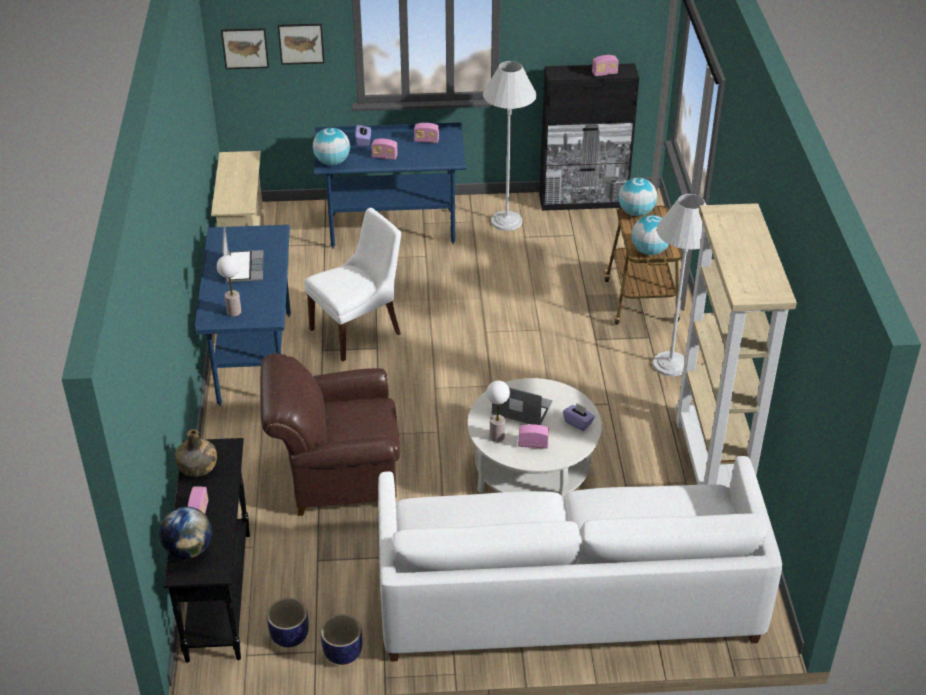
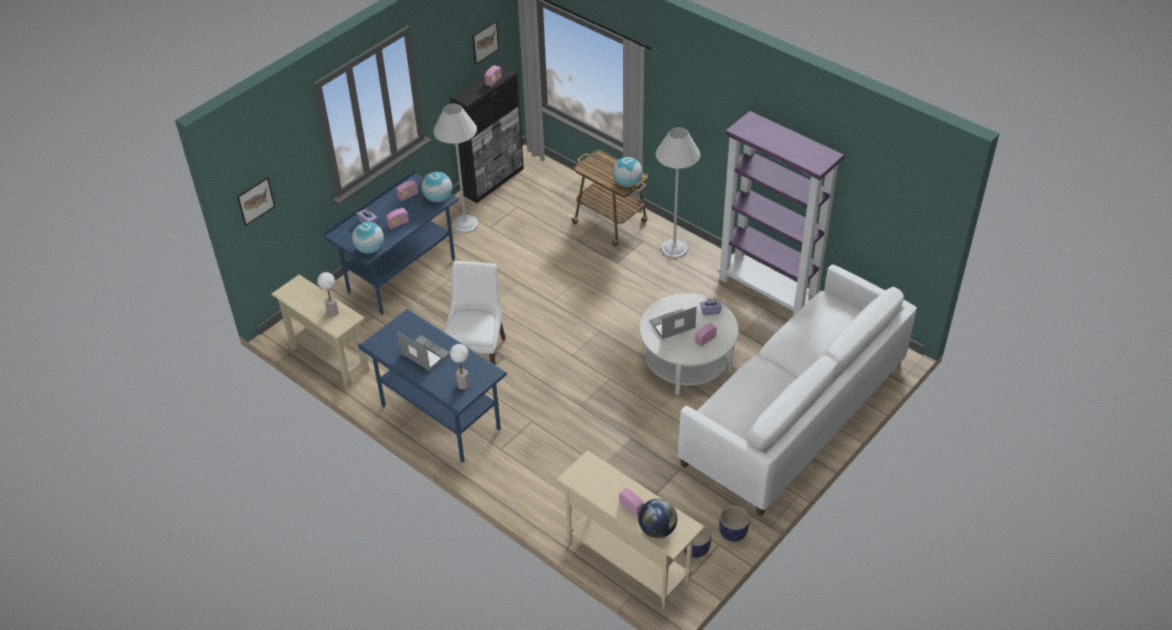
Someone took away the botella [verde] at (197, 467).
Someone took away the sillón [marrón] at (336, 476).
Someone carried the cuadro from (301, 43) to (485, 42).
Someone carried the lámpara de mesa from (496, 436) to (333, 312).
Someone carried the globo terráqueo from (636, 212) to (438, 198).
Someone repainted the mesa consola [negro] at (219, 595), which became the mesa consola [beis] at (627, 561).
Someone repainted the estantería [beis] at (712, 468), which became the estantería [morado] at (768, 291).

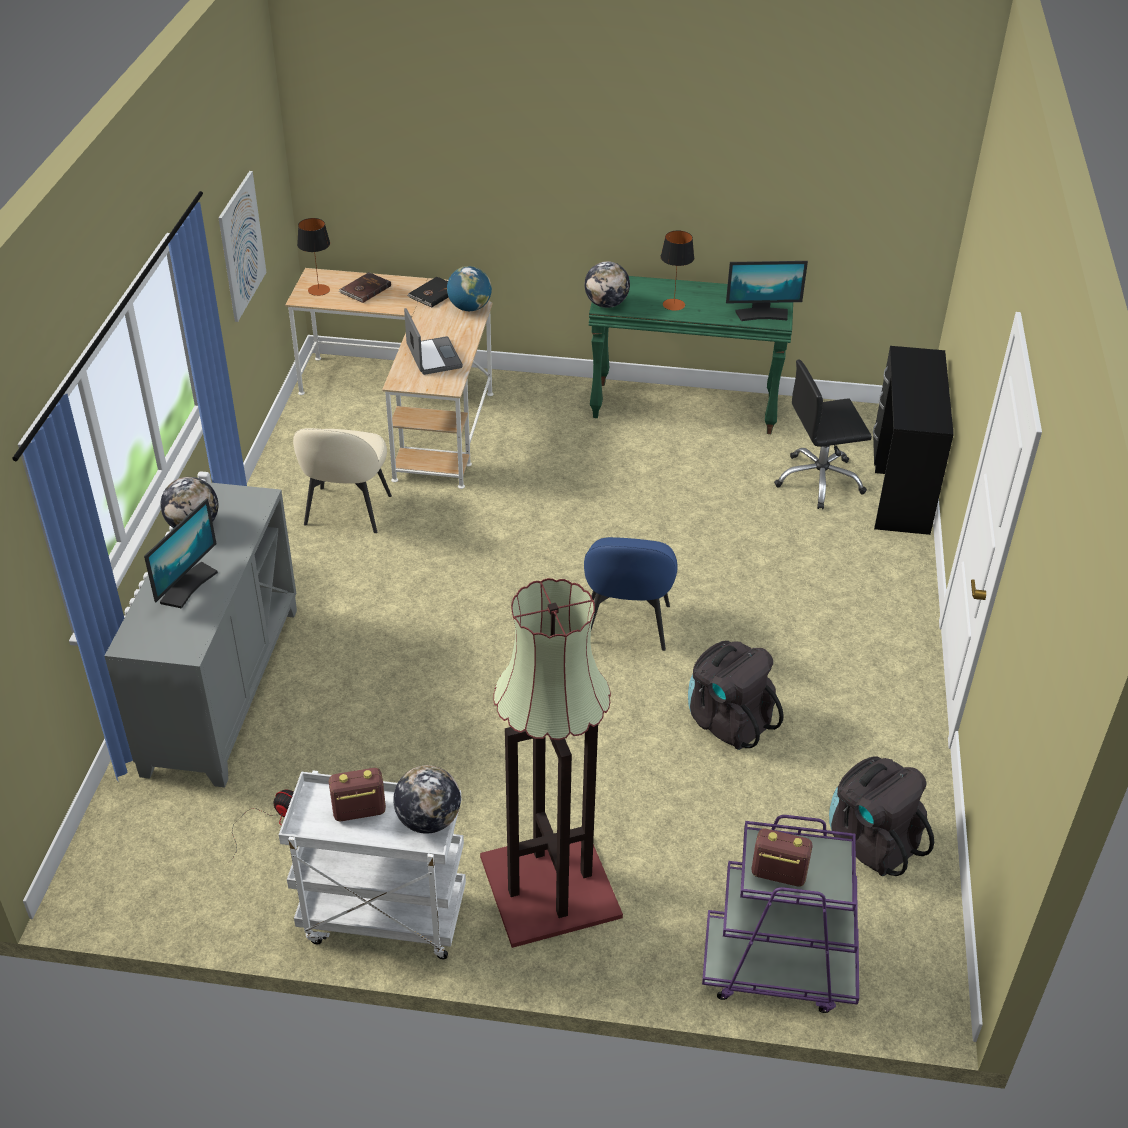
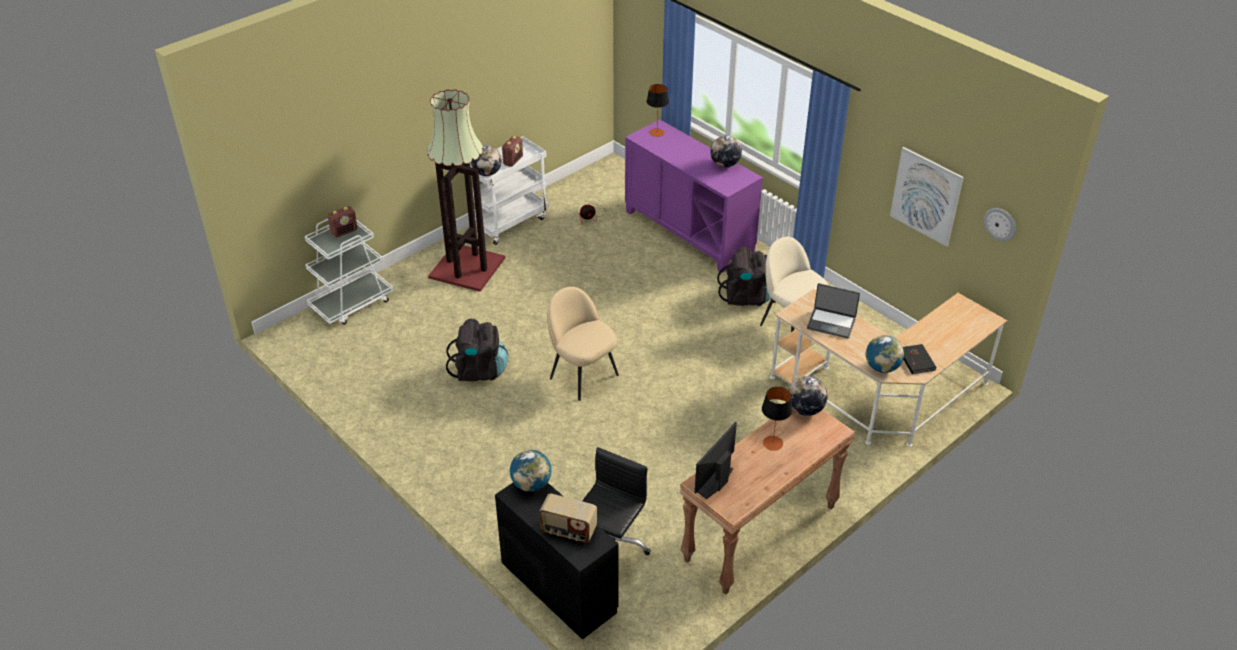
Someone took away the monitor at (187, 585).
Someone took away the libro [marrón] at (365, 289).
Someone put down the globo terráqueo at (531, 484).
Someone put down the radio at (568, 531).
Someone put up the reloj de pared at (1000, 224).
Someone carried the lámpara de mesa from (318, 290) to (657, 132).
Someone carried the mochila [negro] from (871, 841) to (746, 297).
Someone repainted the armario [gris] at (221, 688), which became the armario [morado] at (689, 232).
Someone repainted the silla [azul] at (626, 626), which became the silla [beis] at (582, 375).
Someone repainted the mesa consola [verde] at (684, 407), which became the mesa consola [marrón] at (760, 534).
Someone repainted the carrito [morado] at (777, 969), which became the carrito [blanco] at (352, 303).

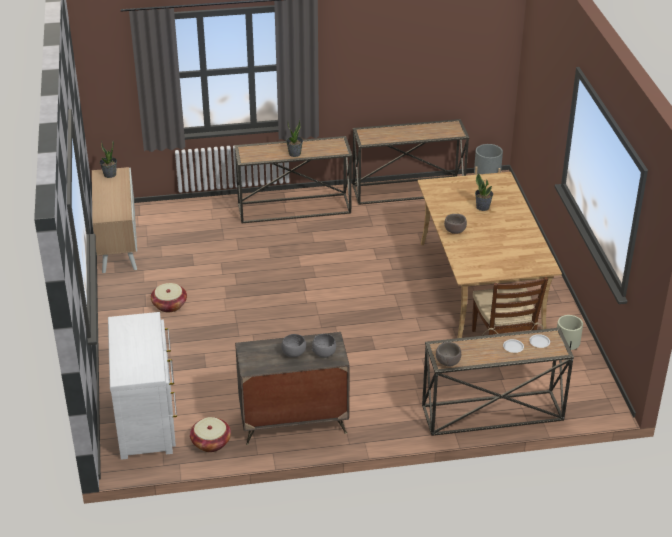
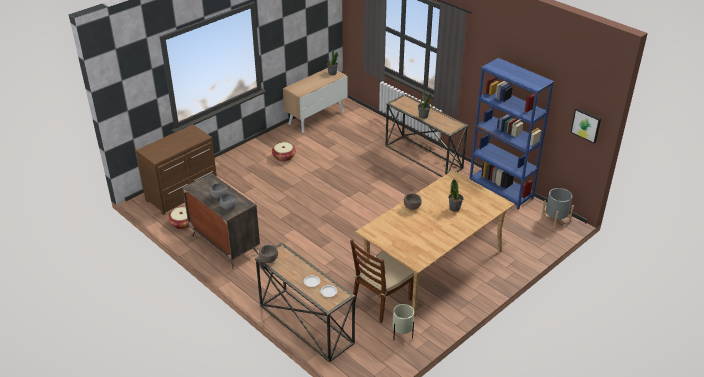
Someone put up the cuadro at (586, 125).
Someone swapped the mesa consola at (408, 190) for the estantería [azul] at (501, 190).
Someone repainted the cómoda [blanco] at (147, 419), which became the cómoda [marrón] at (183, 194).

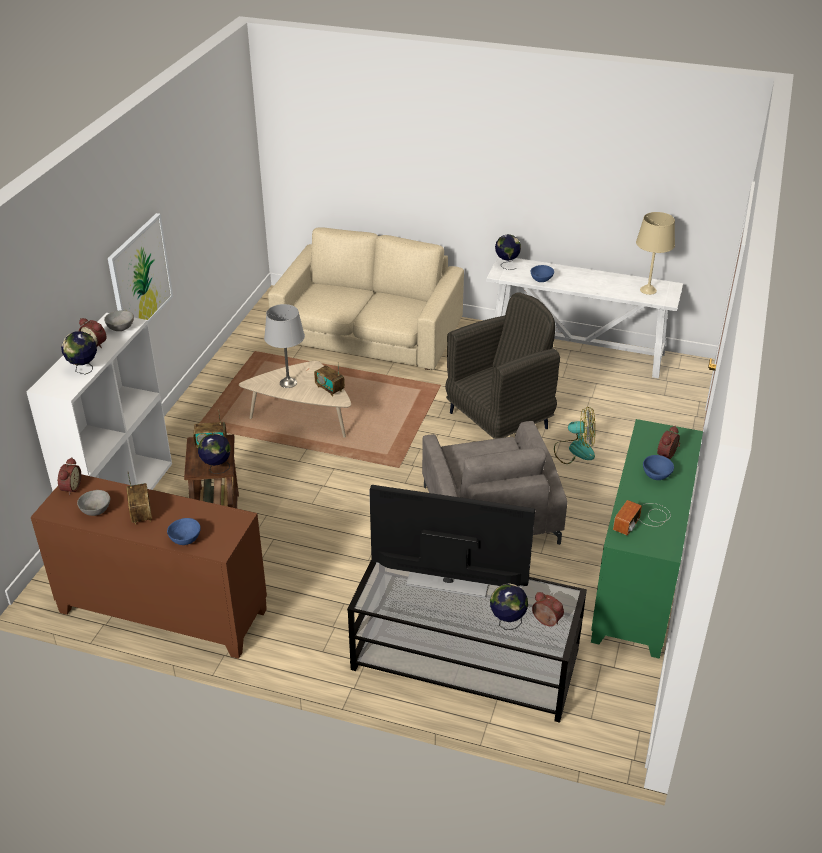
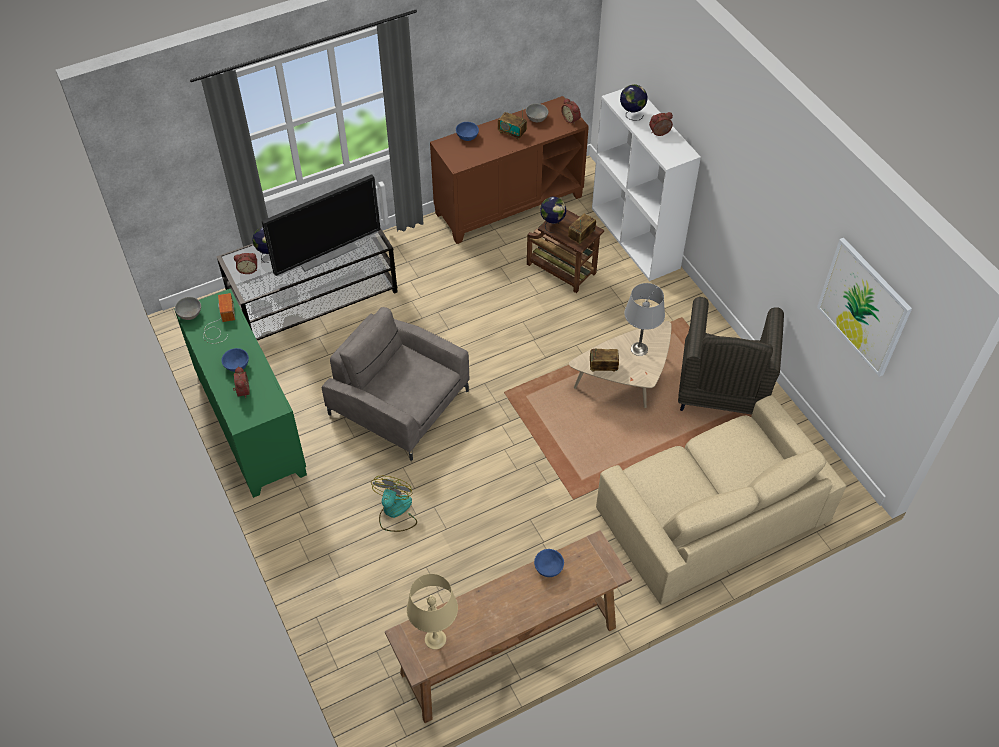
Someone took away the globo terráqueo at (506, 265).
Someone carried the cuenco [gris] from (120, 328) to (190, 314).
Someone carried the cuadro from (140, 278) to (863, 307).
Someone carried the sillón [gris] from (500, 420) to (721, 392).
Someone repainted the mesa consola [blanco] at (577, 351), which became the mesa consola [marrón] at (508, 651).
Someone rotated the ventilador at (574, 450) by 135 degrees clockwise.

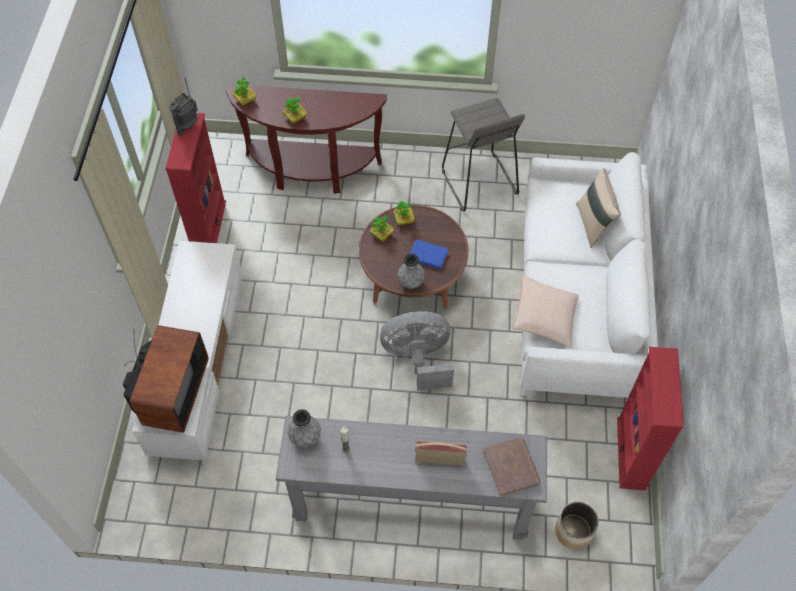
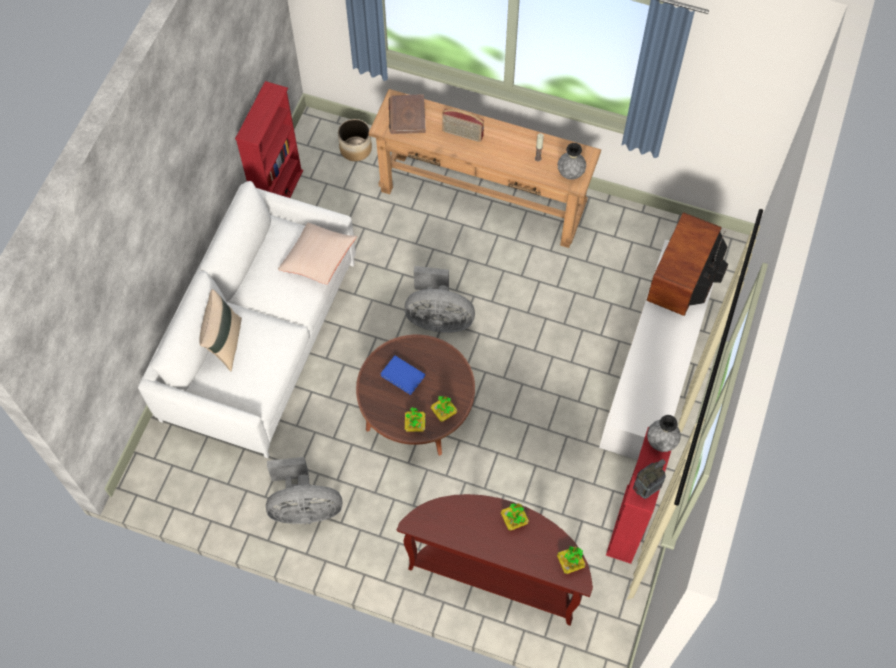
Someone carried the florero [gris] from (411, 283) to (661, 442).
Someone swapped the taburete [gris] at (478, 182) for the ventilador [gris] at (304, 508).
Someone repainted the mesa consola [gris] at (411, 501), which became the mesa consola [marrón] at (482, 199).

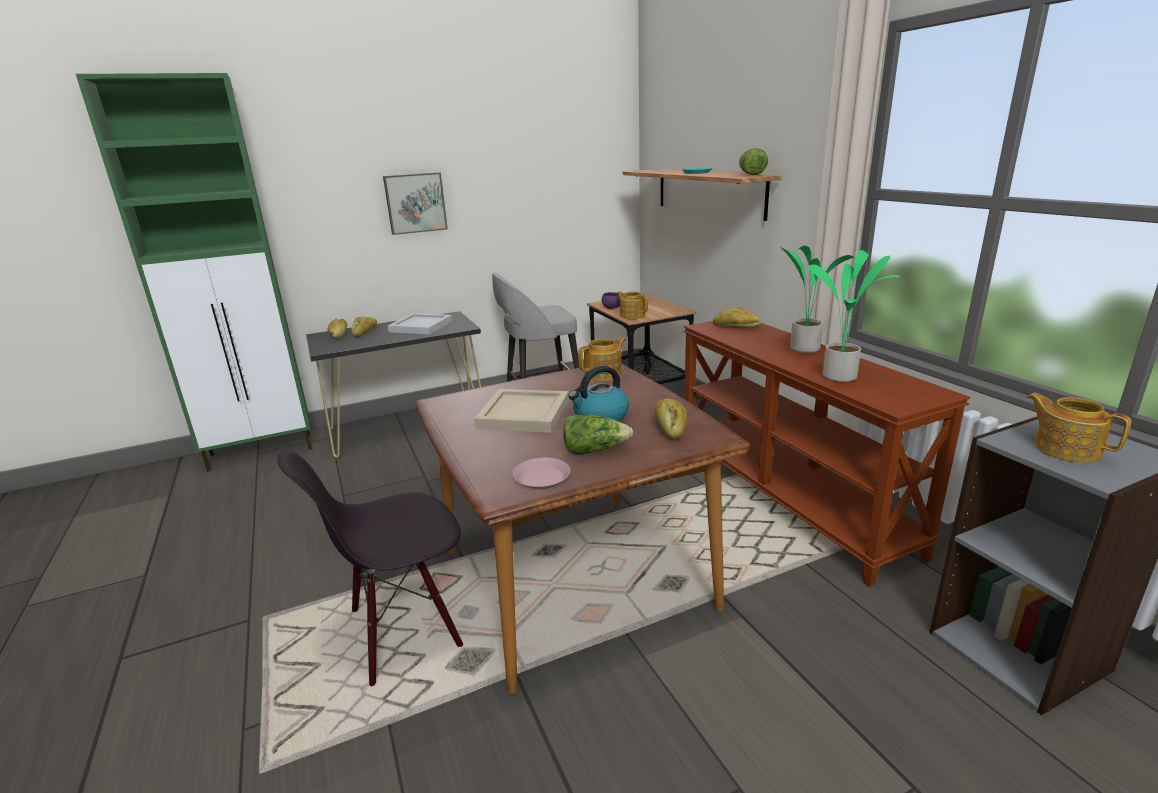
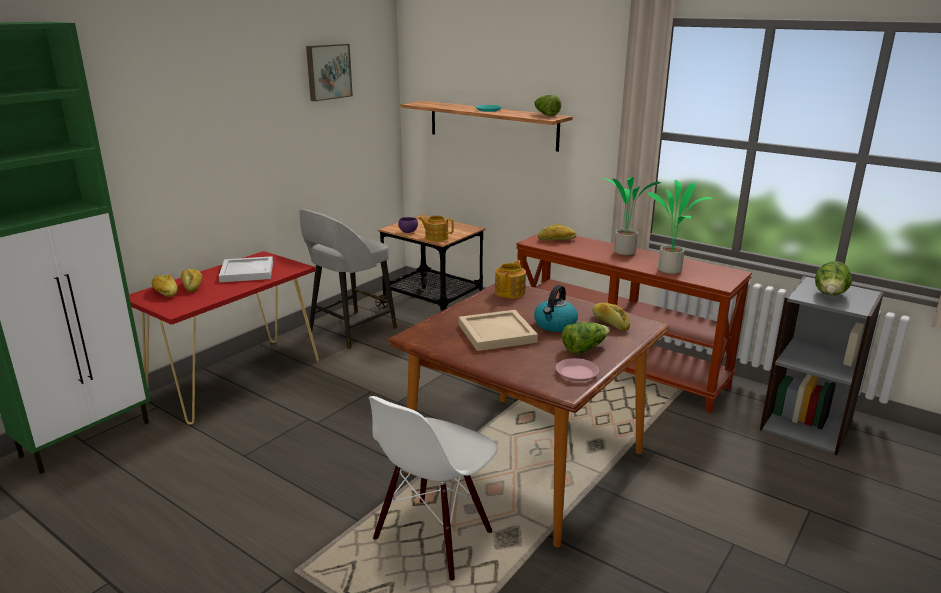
Someone carried the cuadro from (415, 203) to (328, 71).
Someone swapped the tetera at (1065, 449) for the lechuga at (830, 295).
Someone repainted the silla [negro] at (404, 630), which became the silla [blanco] at (433, 537).
Someone repainted the mesa consola [negro] at (409, 426), which became the mesa consola [rojo] at (237, 378).

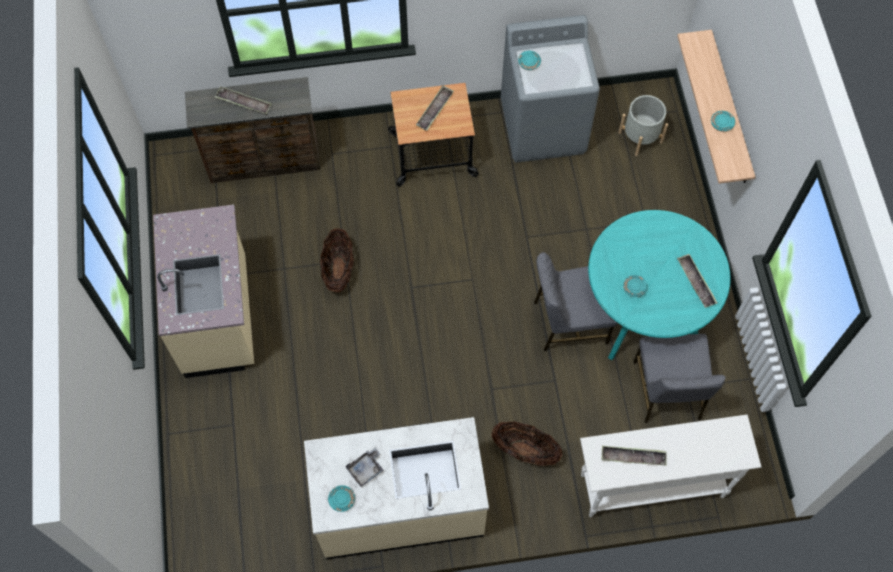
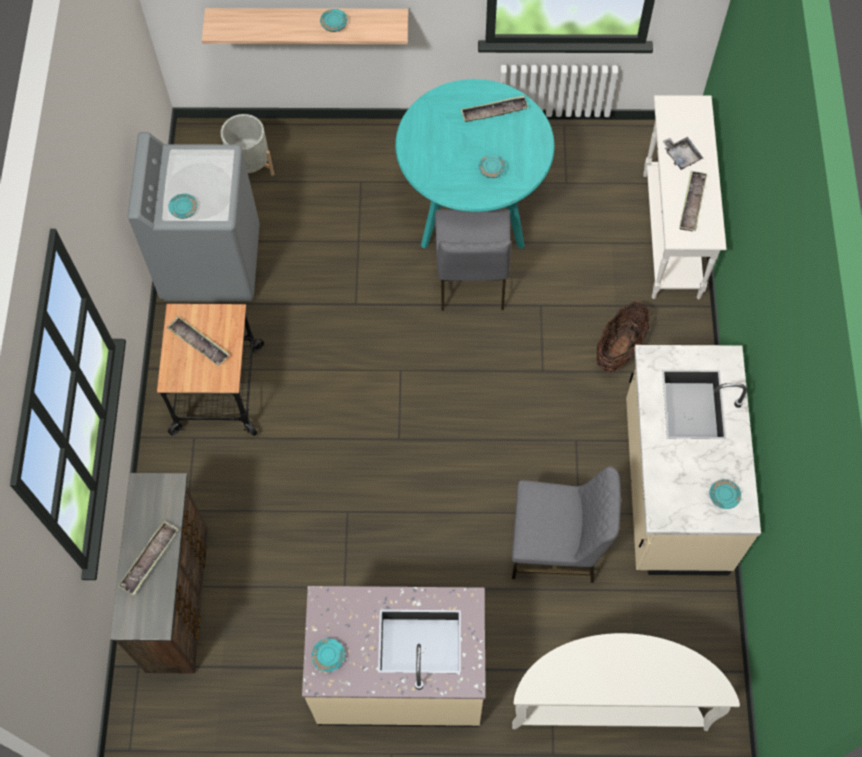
Someone took away the cesta at (338, 270).
Someone put down the plato [turquesa] at (328, 656).
Someone put down the mesa consola [blanco] at (608, 702).
Someone carried the bandeja [gris] from (366, 469) to (681, 156).
Someone carried the silla [gris] from (667, 391) to (556, 546).

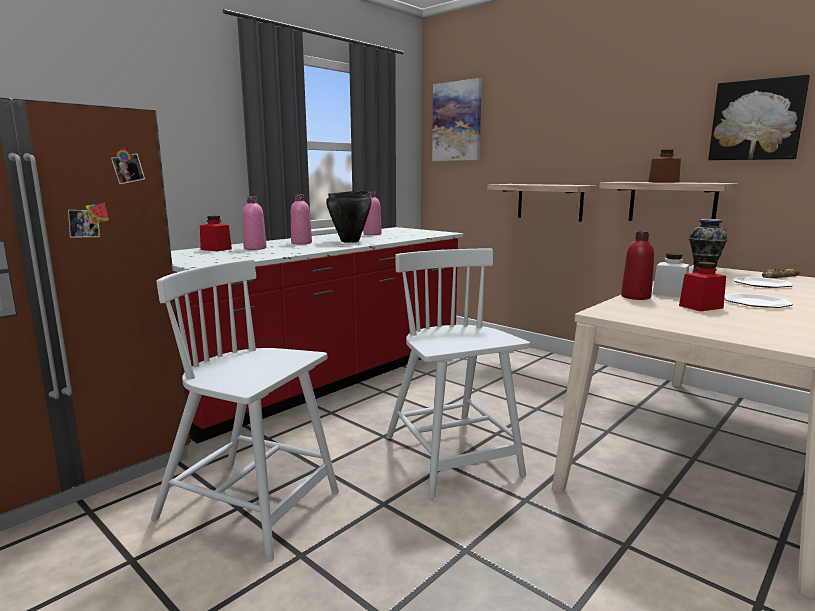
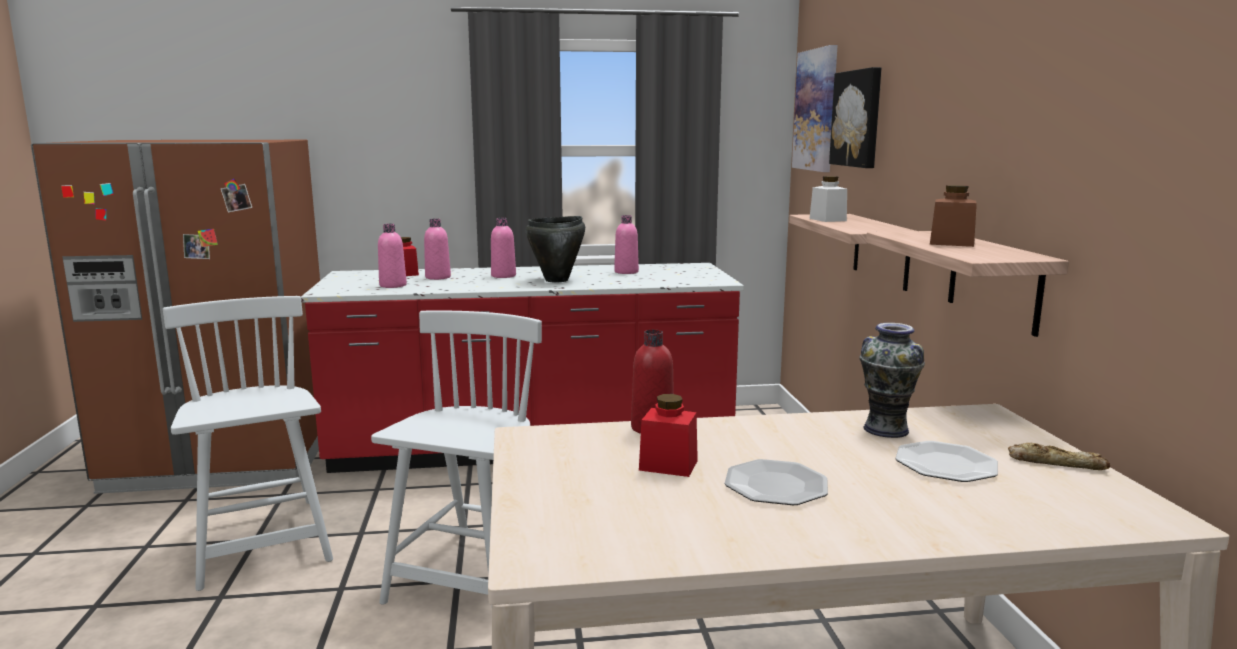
Someone put down the botella [rosa] at (393, 285).
Someone carried the tarro [blanco] from (669, 294) to (827, 219).
Someone carried the cuadro from (757, 120) to (858, 118).

